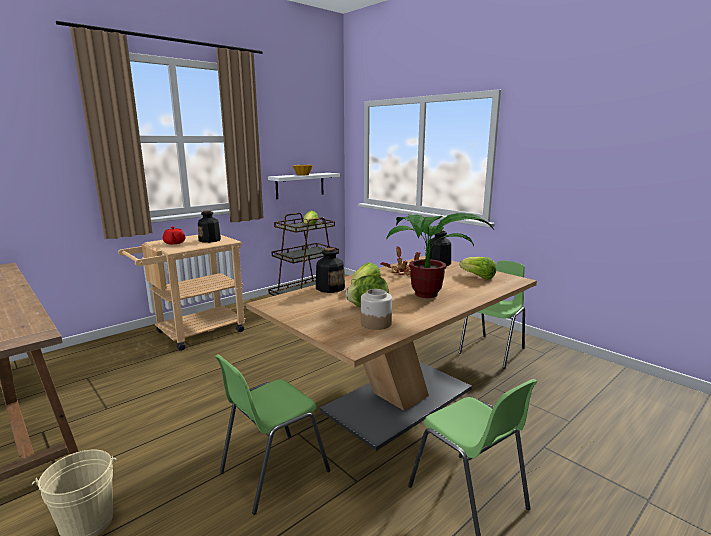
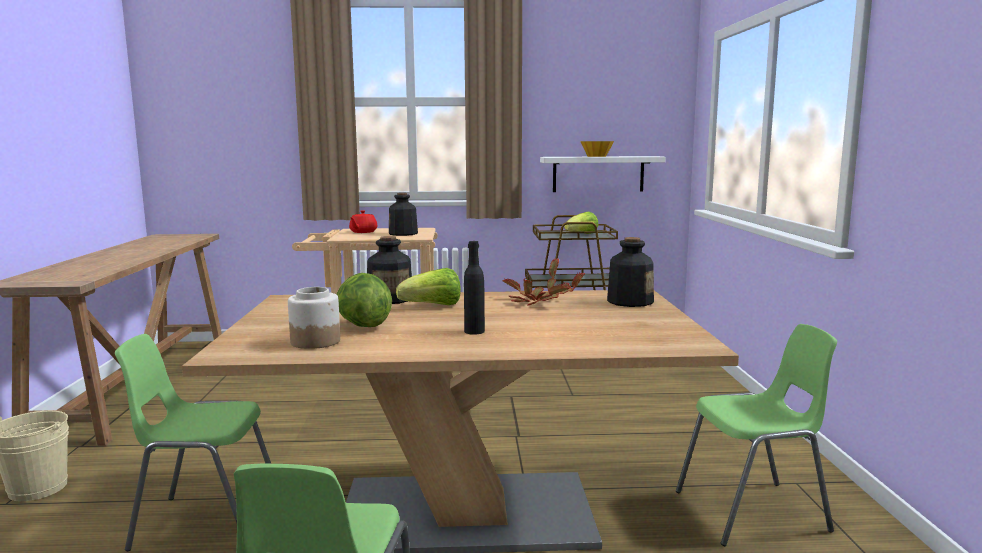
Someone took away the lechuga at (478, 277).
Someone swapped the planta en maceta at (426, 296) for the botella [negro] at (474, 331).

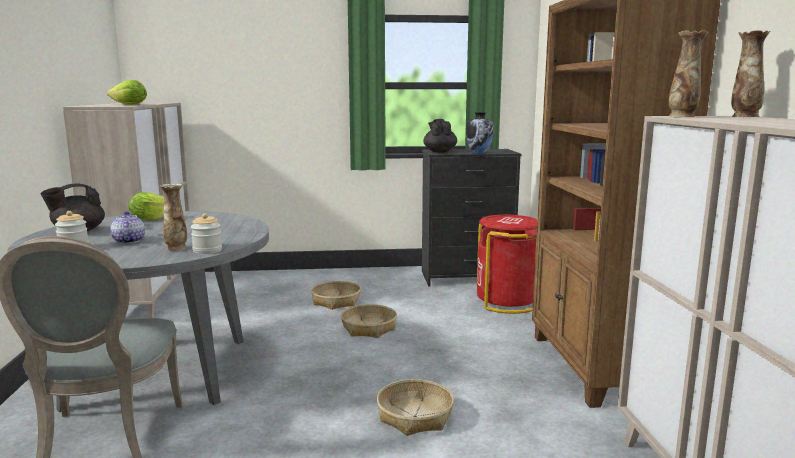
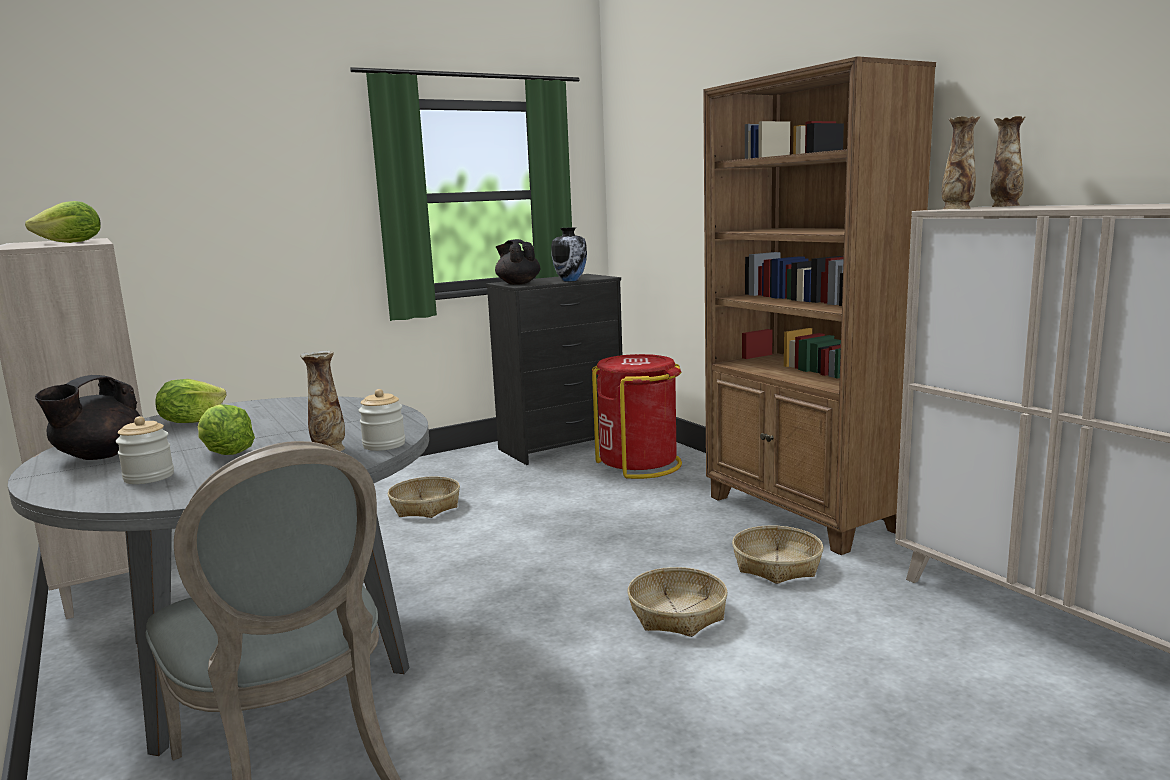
Someone carried the cesta from (368, 328) to (777, 565).
Someone swapped the tetera at (128, 241) for the lechuga at (226, 454).

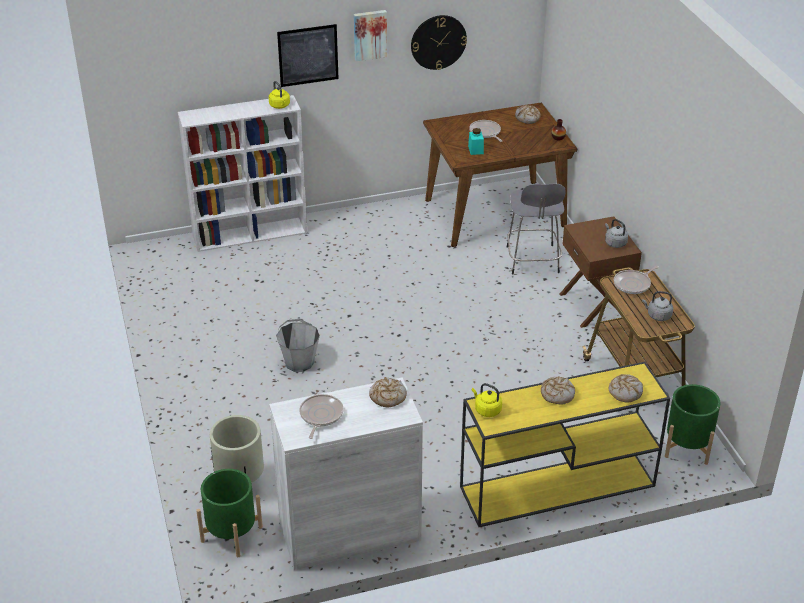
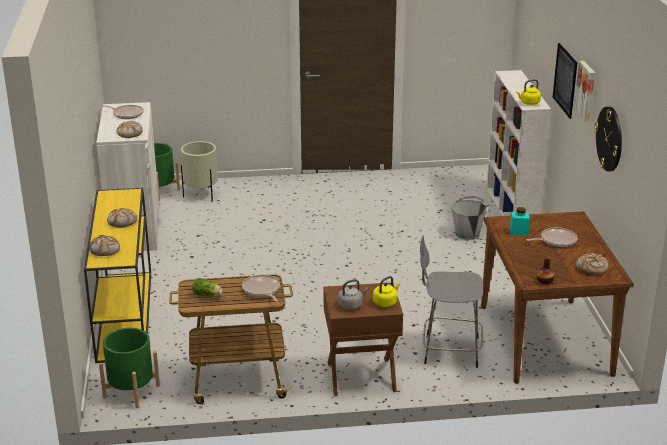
Someone carried the cubo [gris] from (299, 362) to (467, 233).
Someone carried the hervidor [amarillo] from (486, 410) to (386, 302).
Someone swapped the hervidor [gris] at (657, 316) for the lechuga at (208, 295).

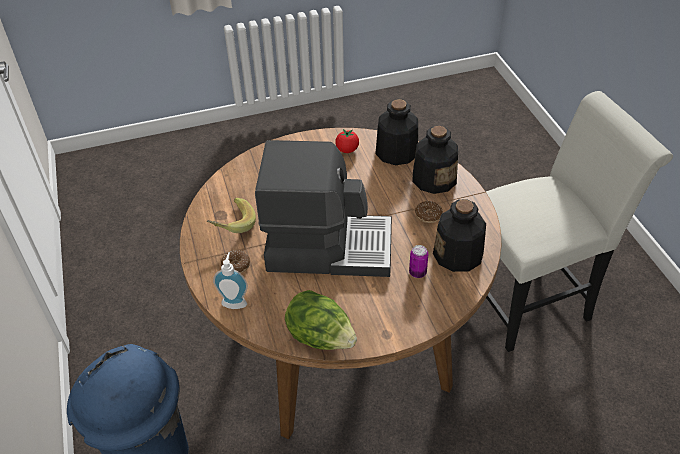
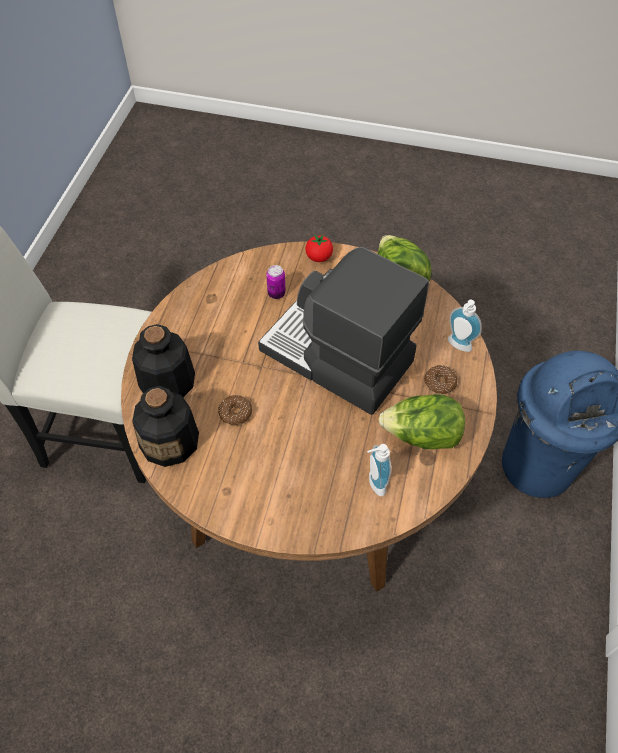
Someone took away the botella at (458, 255).
Someone put down the dispensador de jabón at (373, 484).
Someone carried the tomate from (347, 150) to (319, 257).
Someone carried the rosquilla from (428, 215) to (235, 413).
Someone swapped the plátano at (231, 225) for the lechuga at (421, 436).

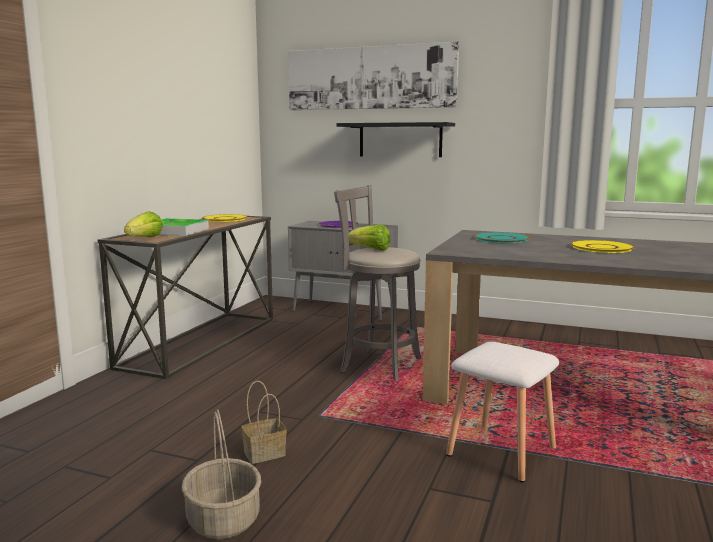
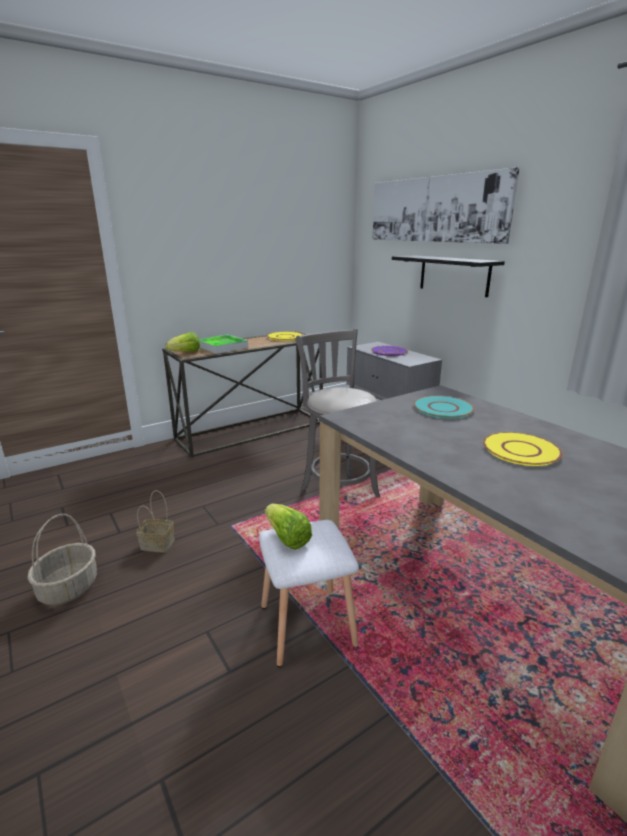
Someone carried the lechuga from (371, 250) to (287, 538).

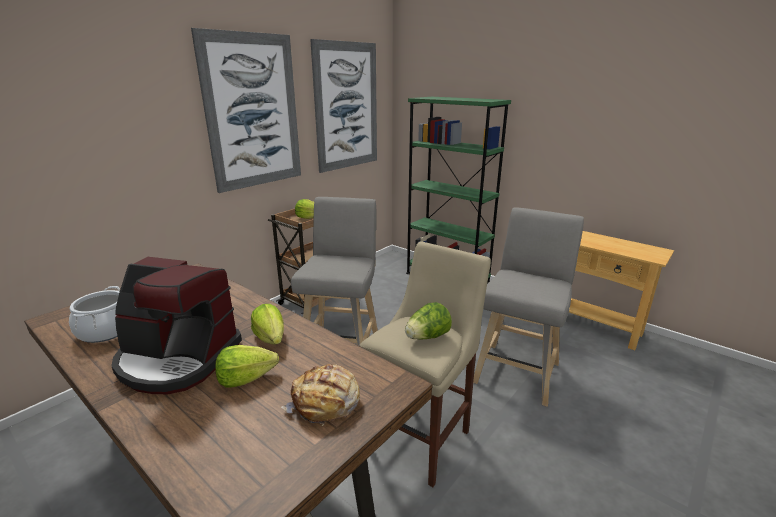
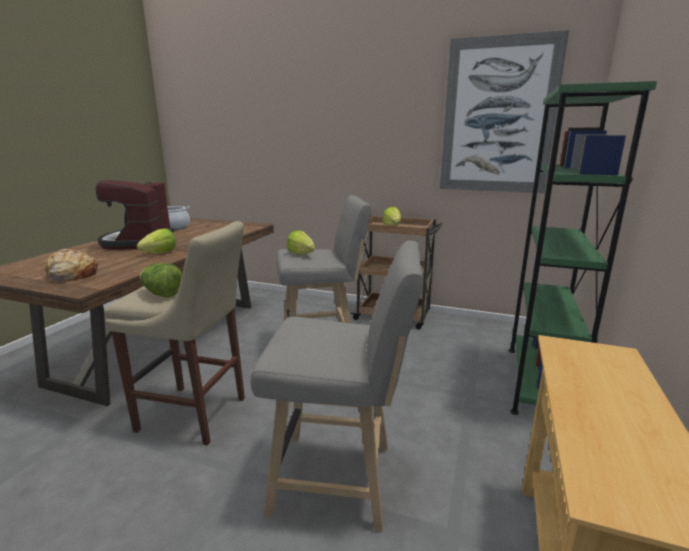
Someone took away the cuadro at (253, 112).
Someone carried the lechuga from (246, 378) to (301, 254).

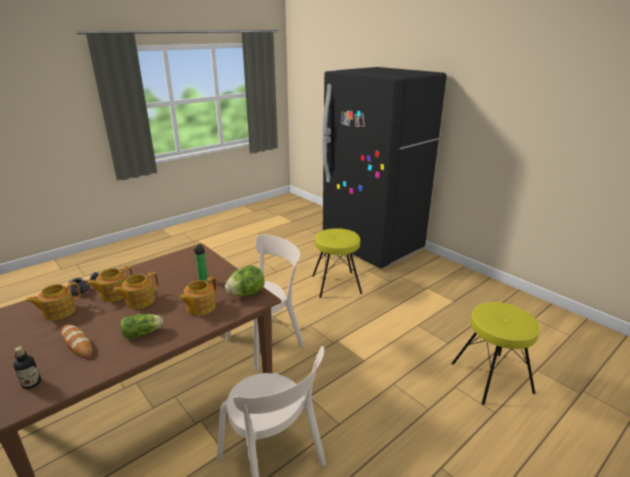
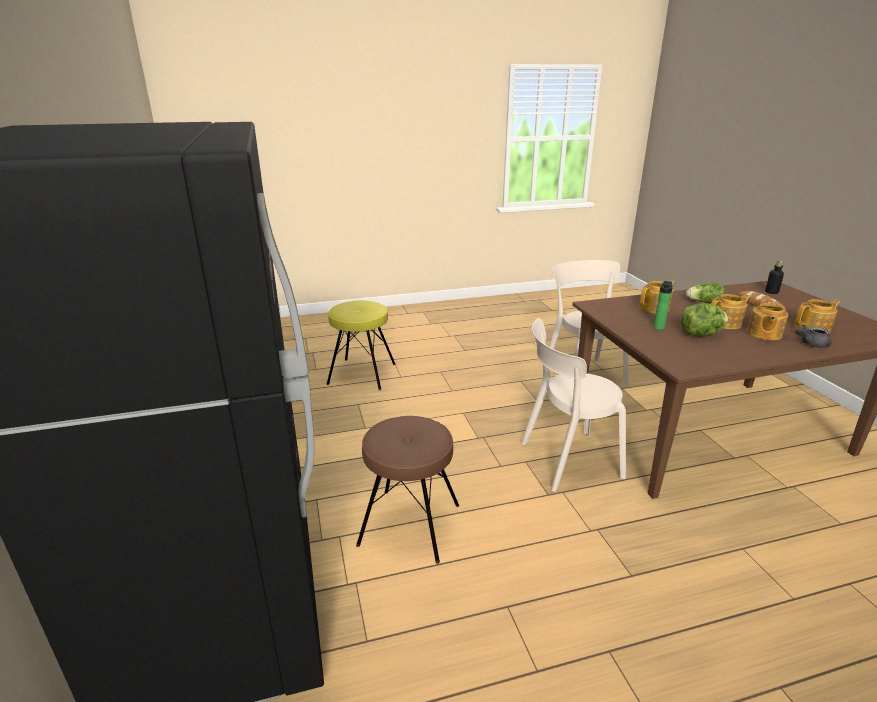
Someone carried the lechuga from (246, 293) to (700, 334).
Someone repainted the taburete [amarillo] at (336, 284), which became the taburete [marrón] at (410, 525).
Someone rotated the tetera at (114, 294) by 135 degrees clockwise.

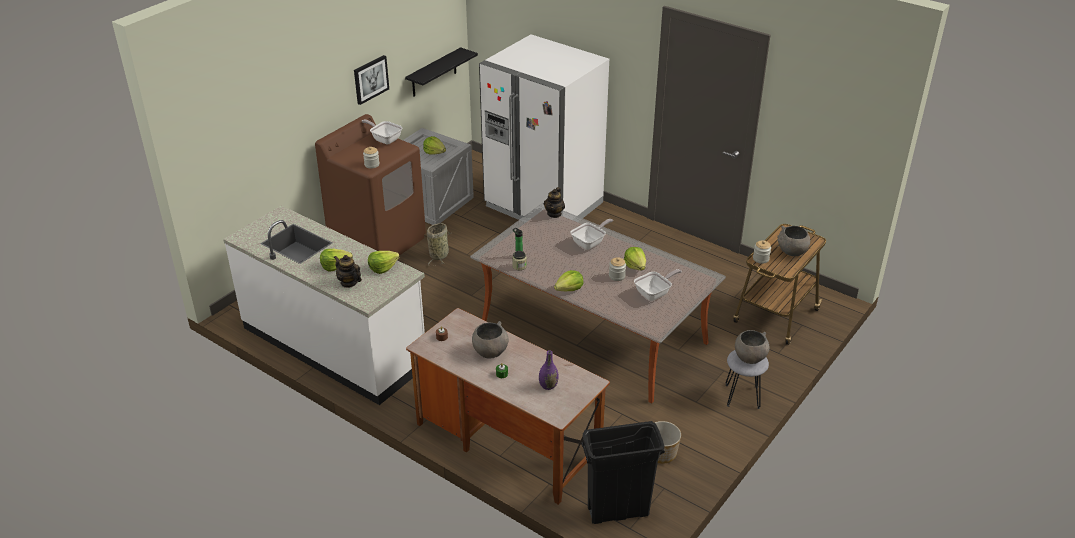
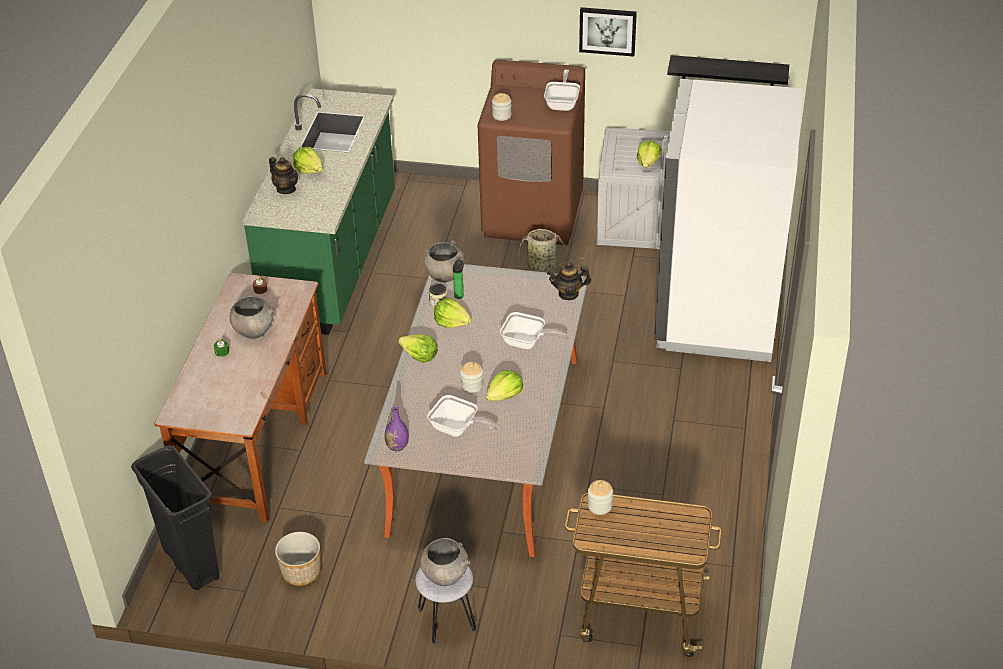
Someone carried the lechuga from (382, 268) to (452, 322).
Someone carried the florero [morado] from (548, 386) to (397, 446).
Someone carried the cuenco [gris] from (791, 252) to (444, 275).
Someone repainted the mueble bajo de cocina [blanco] at (335, 345), which became the mueble bajo de cocina [verde] at (334, 260).
Someone rotated the tetera at (349, 282) by 120 degrees clockwise.

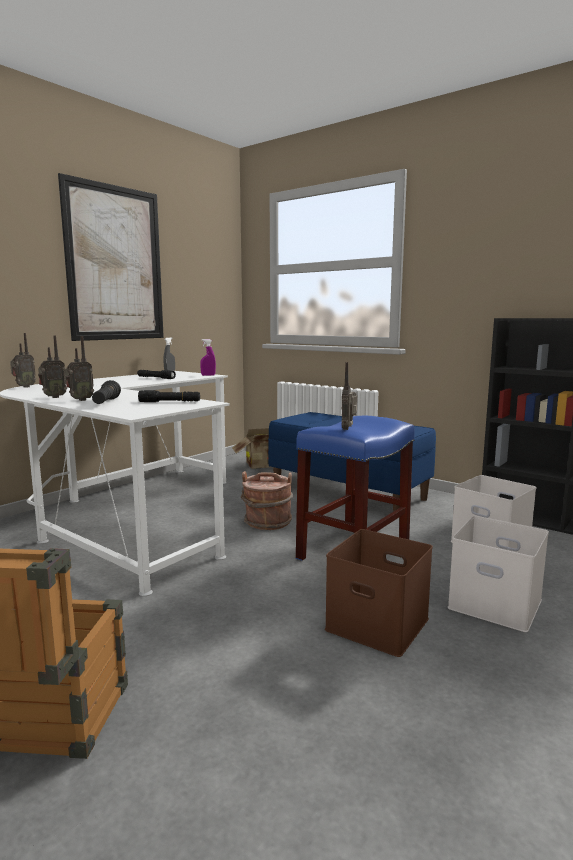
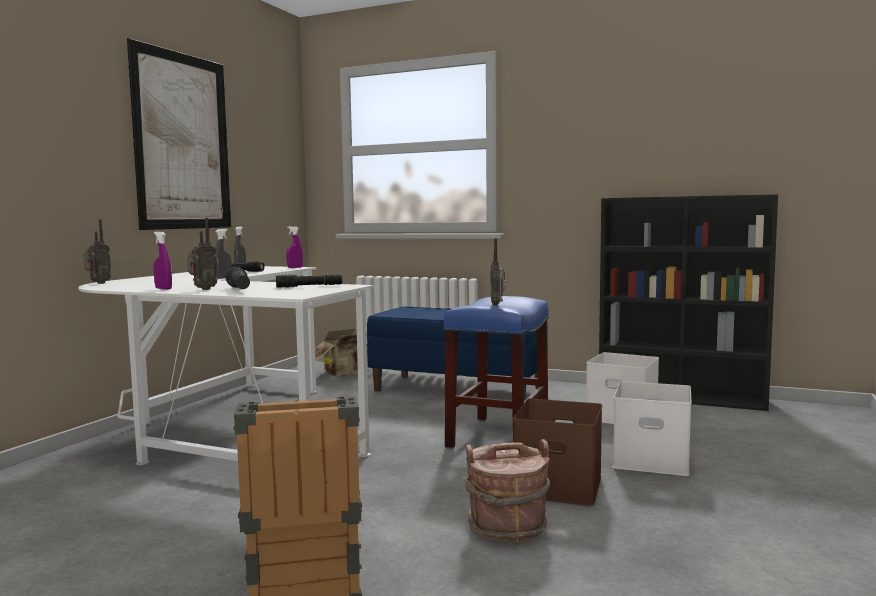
Someone put down the pulverizador [gris] at (223, 278).
Someone carried the cubo [marrón] from (267, 522) to (507, 527).
Someone swapped the radio at (53, 397) for the pulverizador [morado] at (163, 289).

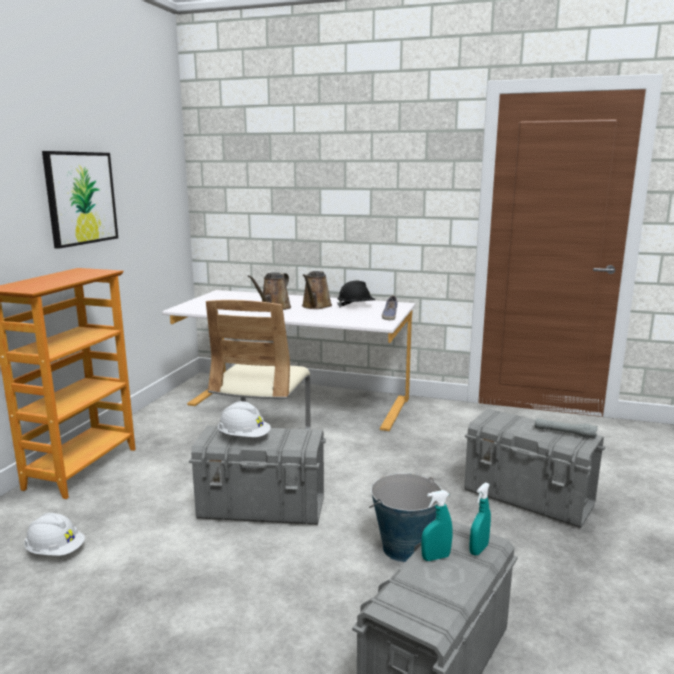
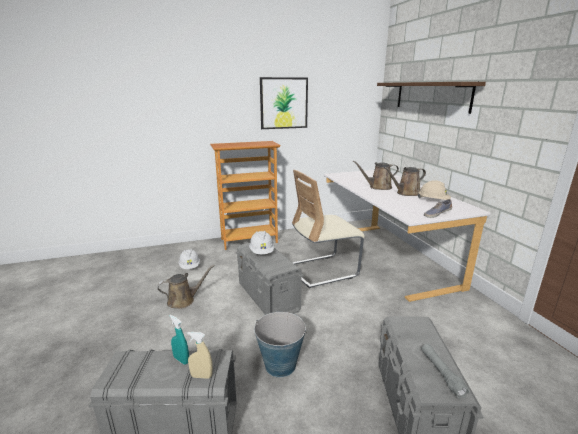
Someone put down the regadera [marrón] at (183, 300).
Someone put up the estante [marrón] at (431, 96).
Someone repainted the casco [negro] at (356, 306), which became the casco [beis] at (433, 201).
Someone repainted the pulverizador [turquesa] at (478, 549), which became the pulverizador [beis] at (201, 376).

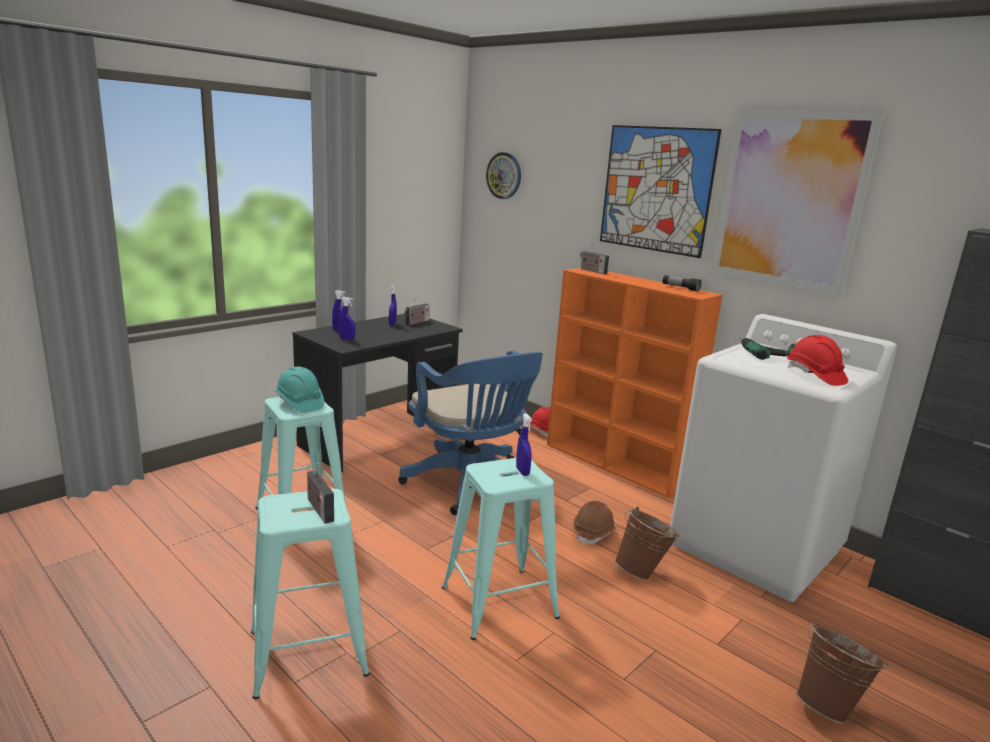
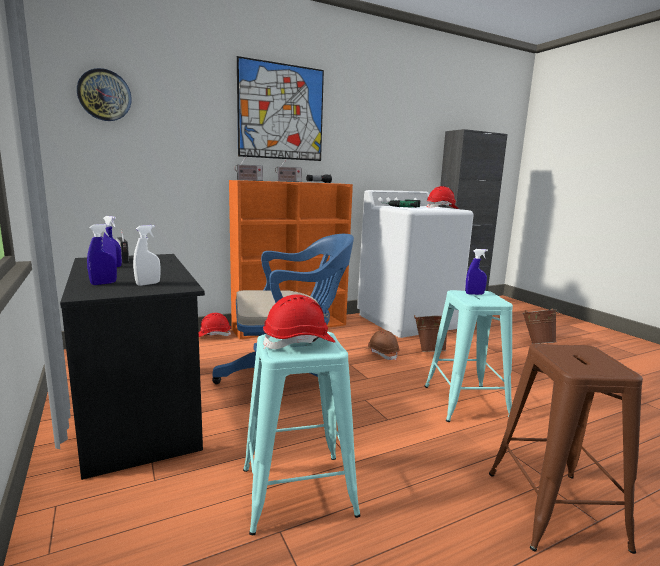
Someone took away the cuadro at (790, 200).
Someone carried the radio from (318, 509) to (288, 181).
Someone repainted the taburete [turquesa] at (308, 652), which became the taburete [marrón] at (553, 508).
Someone repainted the casco [turquesa] at (299, 403), which became the casco [rojo] at (299, 342).
Someone repainted the pulverizador [azul] at (347, 339), which became the pulverizador [blanco] at (148, 284).

